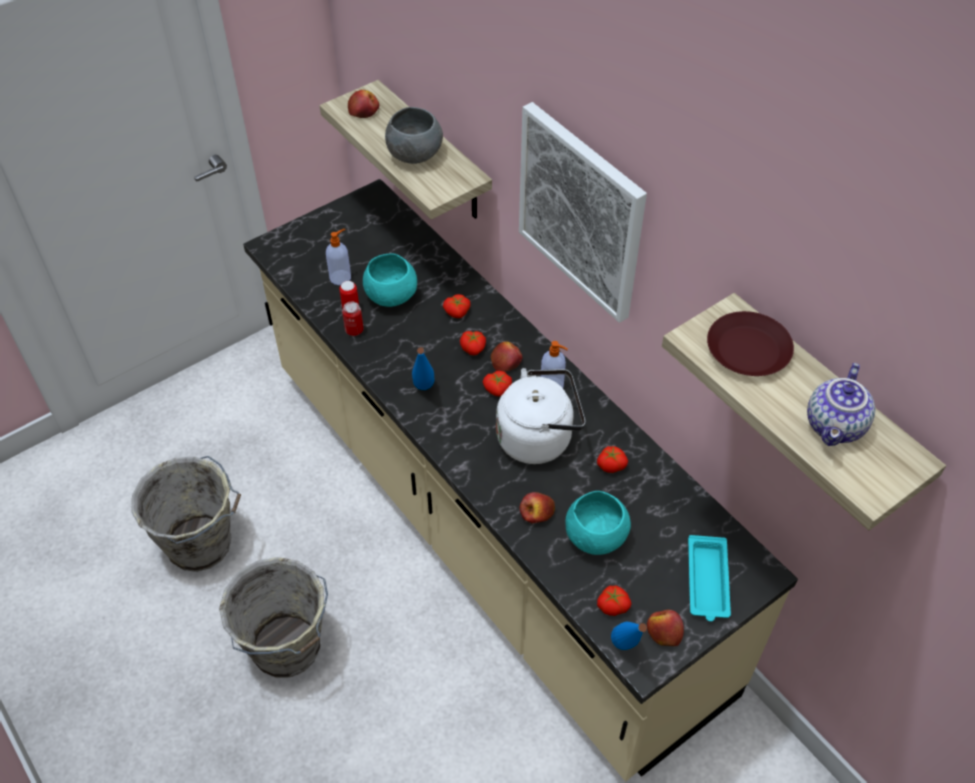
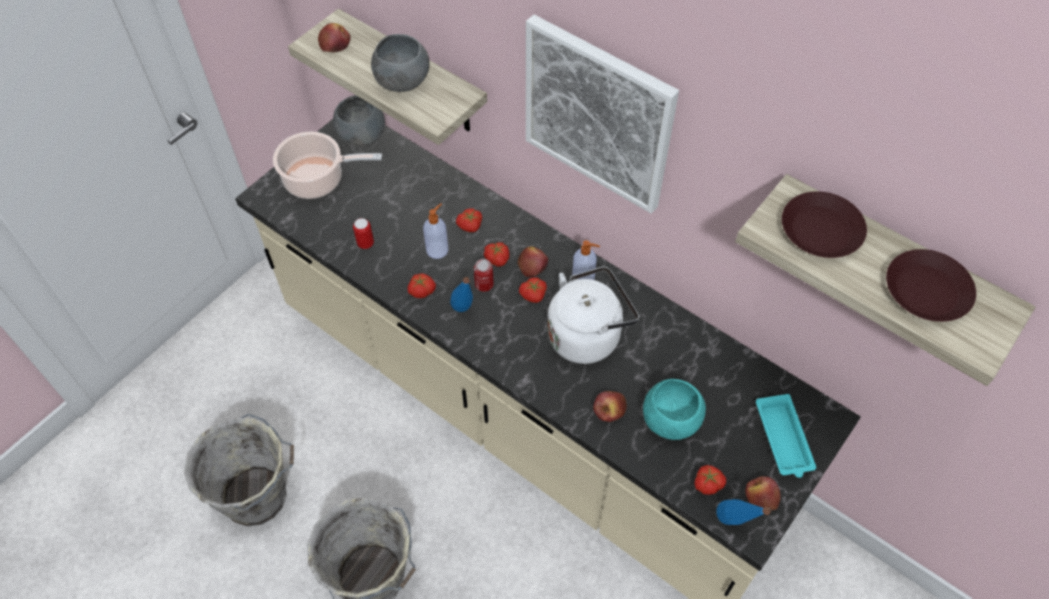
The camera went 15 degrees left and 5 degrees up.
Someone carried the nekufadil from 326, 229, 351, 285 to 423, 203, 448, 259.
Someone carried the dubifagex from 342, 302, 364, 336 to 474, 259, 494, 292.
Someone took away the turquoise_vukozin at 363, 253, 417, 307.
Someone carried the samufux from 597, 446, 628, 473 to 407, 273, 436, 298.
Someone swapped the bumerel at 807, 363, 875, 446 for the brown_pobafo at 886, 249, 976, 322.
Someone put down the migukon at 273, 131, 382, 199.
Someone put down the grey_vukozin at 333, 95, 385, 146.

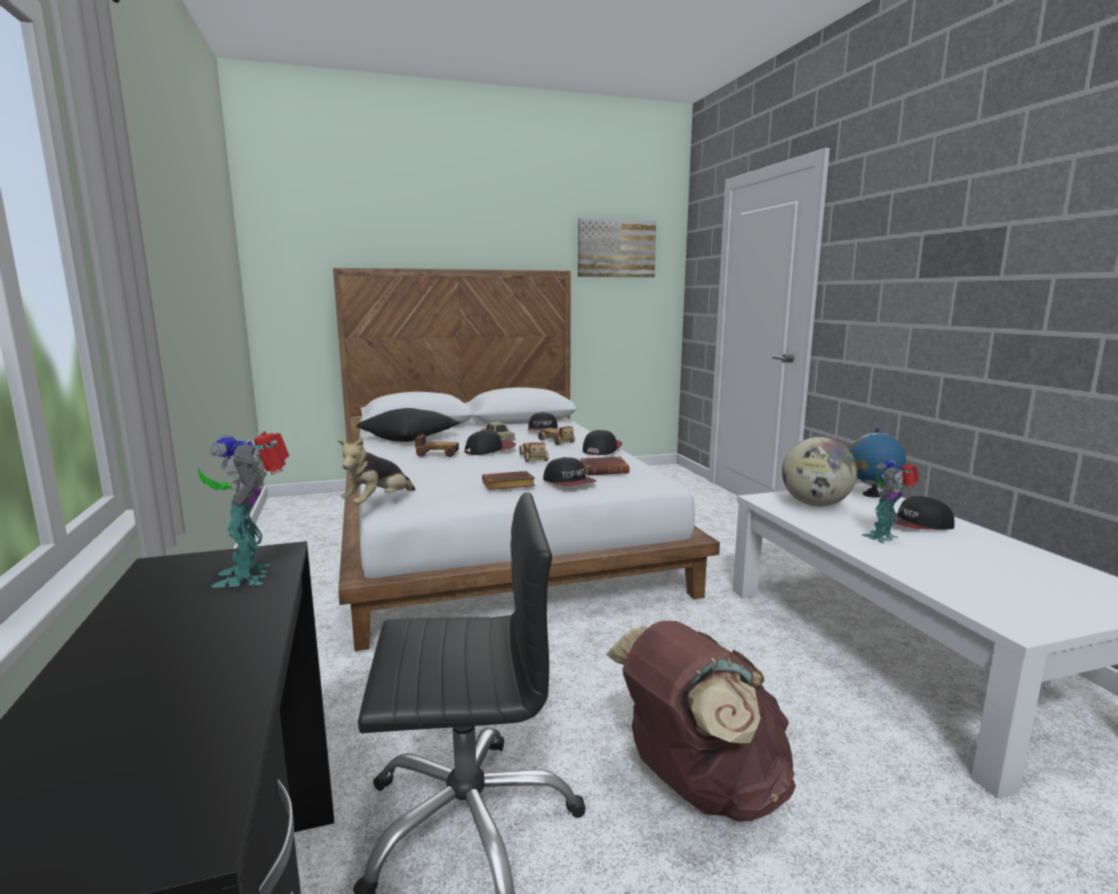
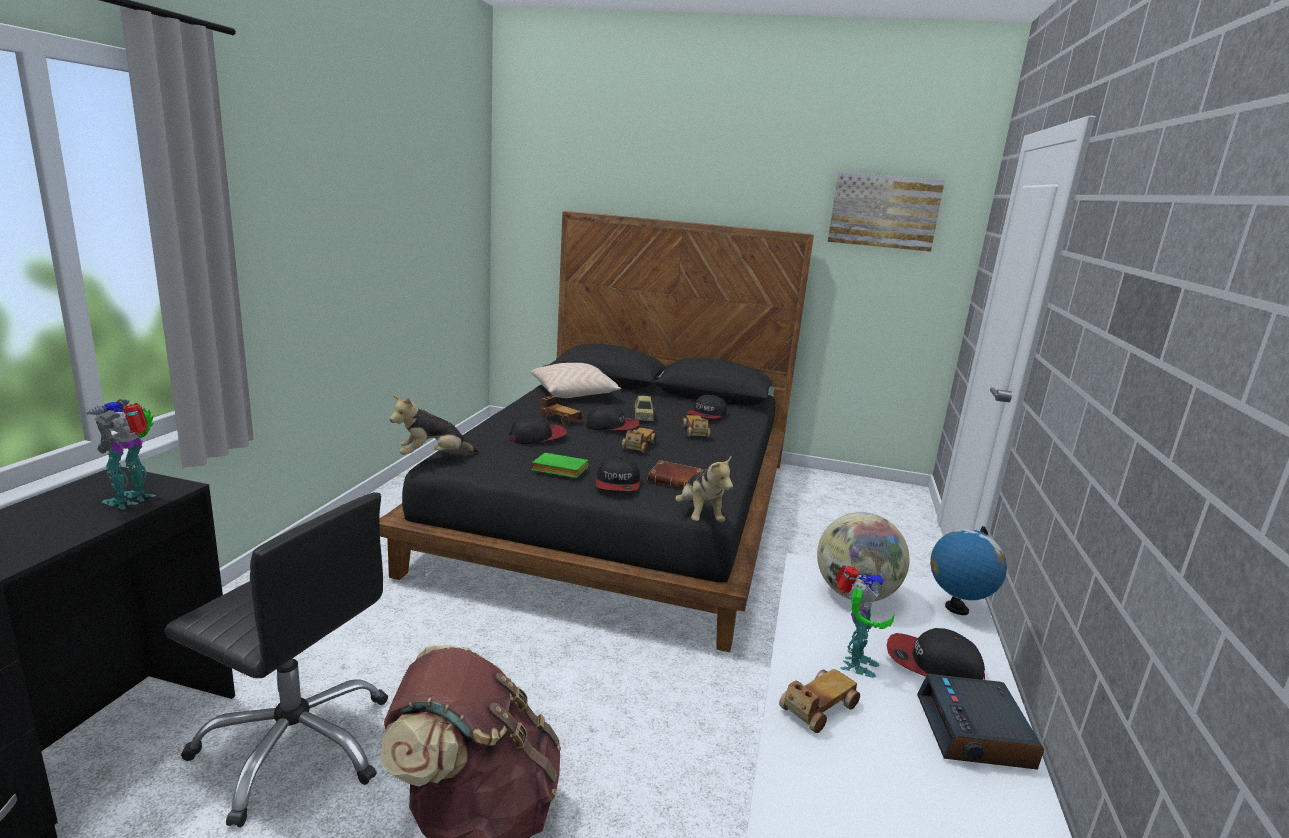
The camera went 30 degrees right and 5 degrees up.
Someone repainted the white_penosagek at 333, 268, 720, 651, which became the black_penosagek at 380, 211, 814, 652.
Someone repainted the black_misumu at 356, 408, 461, 442, which became the beige_misumu at 531, 363, 622, 398.
Someone repainted the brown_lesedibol at 482, 471, 535, 490, which became the green_lesedibol at 532, 453, 589, 478.
Someone carried the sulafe from 583, 430, 622, 455 to 509, 414, 567, 444.
Someone rotated the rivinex at 862, 460, 919, 543 by 120 degrees clockwise.
Someone put down the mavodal at 675, 456, 733, 522.
Someone put down the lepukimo at 779, 669, 860, 733.
Someone put down the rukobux at 917, 674, 1044, 770.

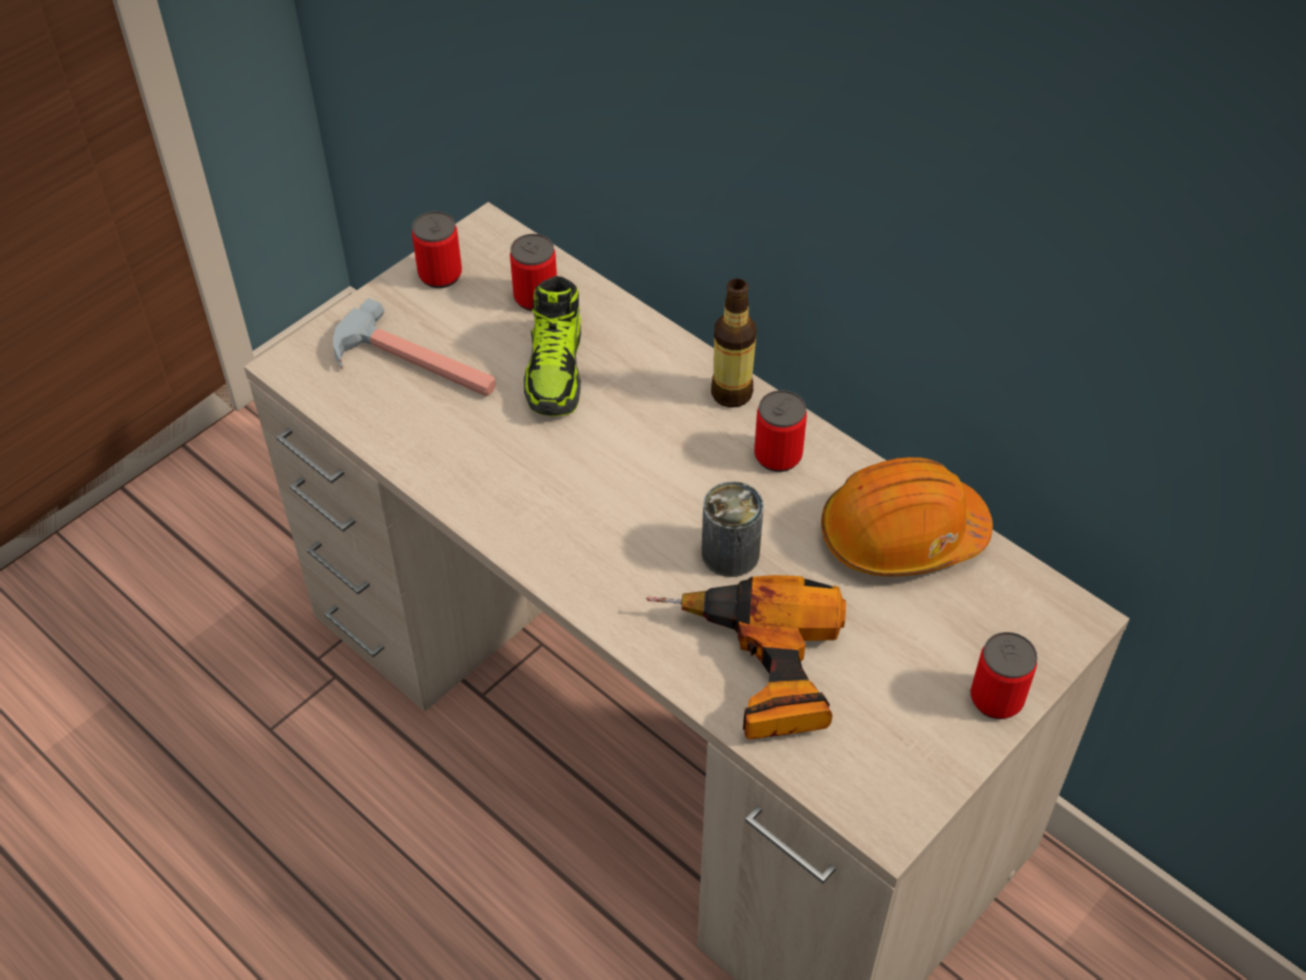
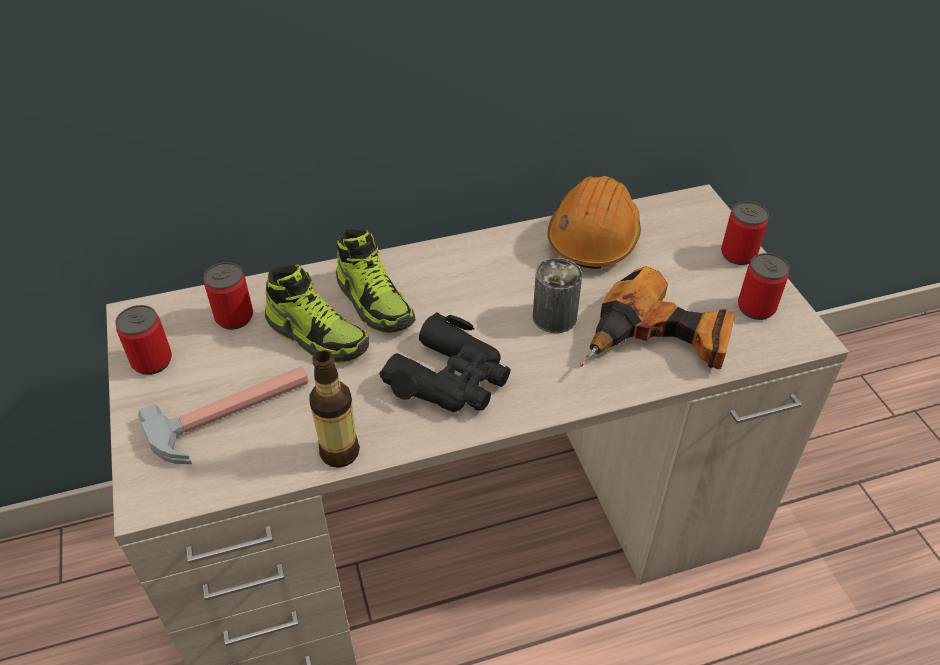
The camera went 60 degrees left and 5 degrees down.
Someone carried the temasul from 711, 278, 757, 408 to 309, 350, 360, 468.
Someone carried the dubifagex from 754, 390, 807, 472 to 738, 253, 789, 320.
Someone put down the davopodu at 336, 228, 416, 333.
Someone put down the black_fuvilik at 379, 312, 511, 412.

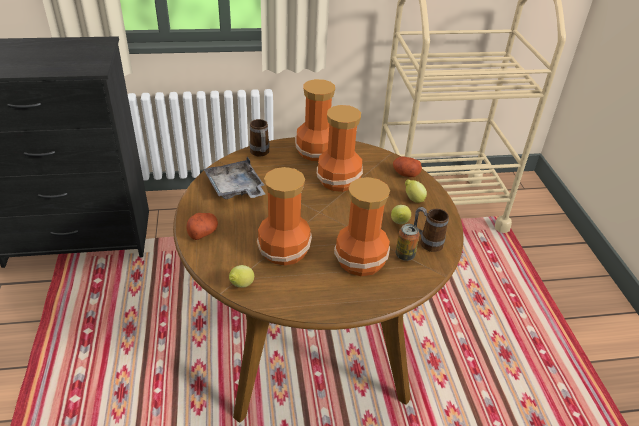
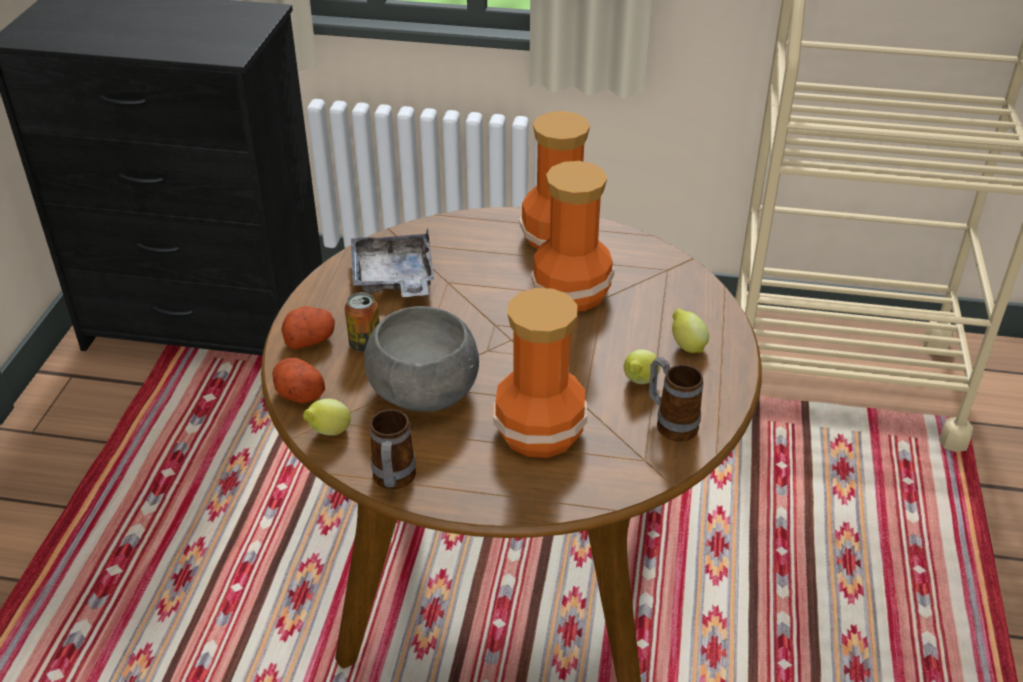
The camera went 20 degrees right and 0 degrees up.
Someone carried the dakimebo from 250, 119, 270, 156 to 370, 409, 416, 490.
Someone swapped the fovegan at 257, 167, 312, 266 for the grey_vukozin at 364, 306, 479, 412.
Someone carried the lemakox from 393, 156, 422, 177 to 272, 358, 325, 404.
Someone carried the dubifagex from 396, 224, 420, 261 to 345, 292, 379, 352.

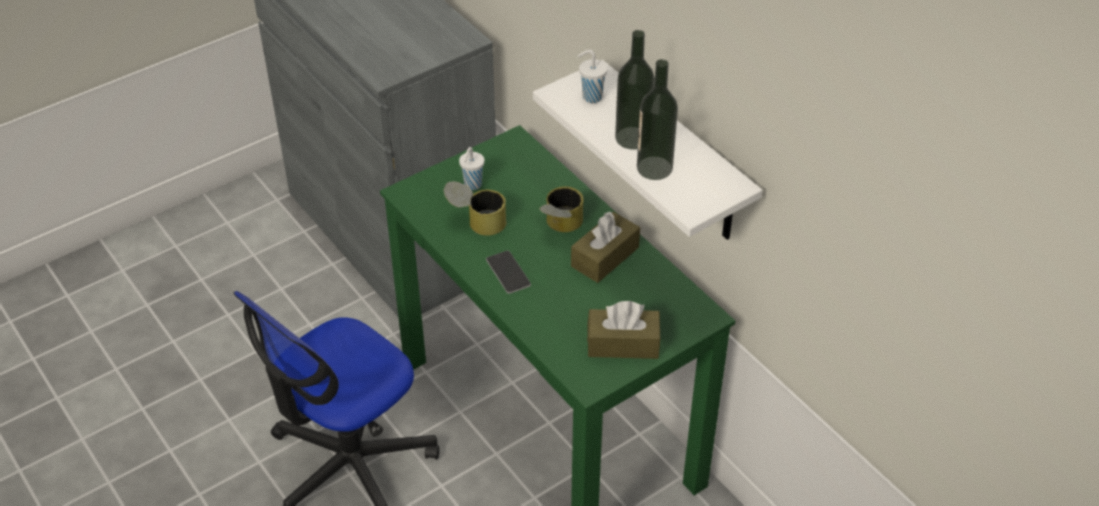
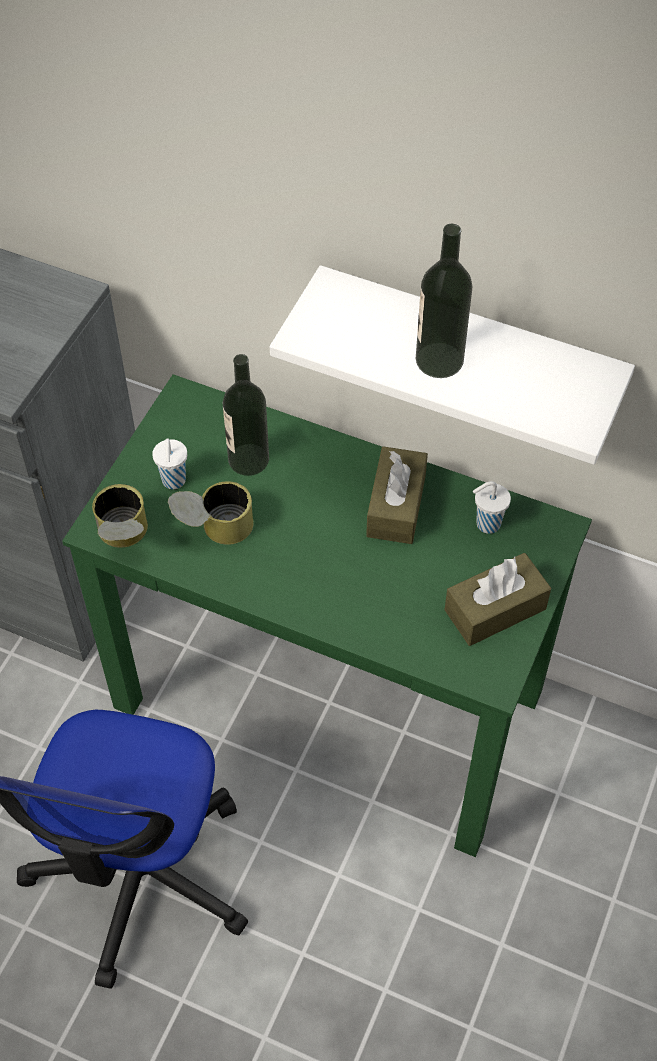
The camera went 30 degrees left and 10 degrees up.
Someone took away the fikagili at 486, 251, 531, 294.
Someone carried the dubifagex from 539, 186, 584, 232 to 92, 484, 148, 548.
Someone carried the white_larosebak from 578, 50, 608, 103 to 473, 481, 511, 534.
Someone carried the temasul from 637, 59, 678, 180 to 223, 354, 269, 476.

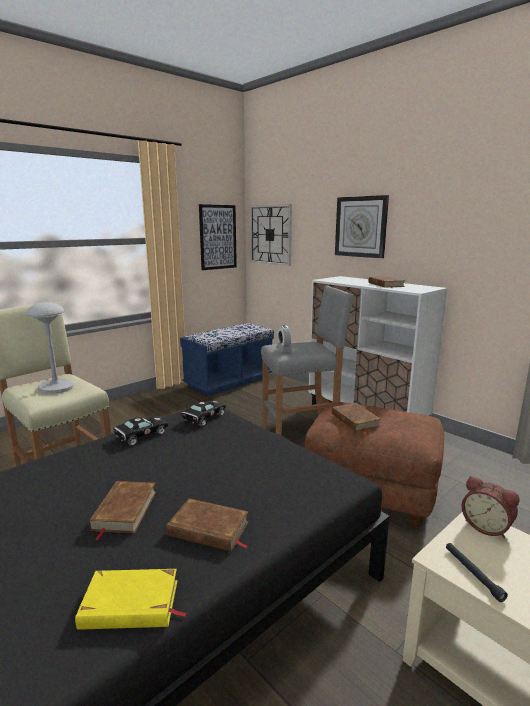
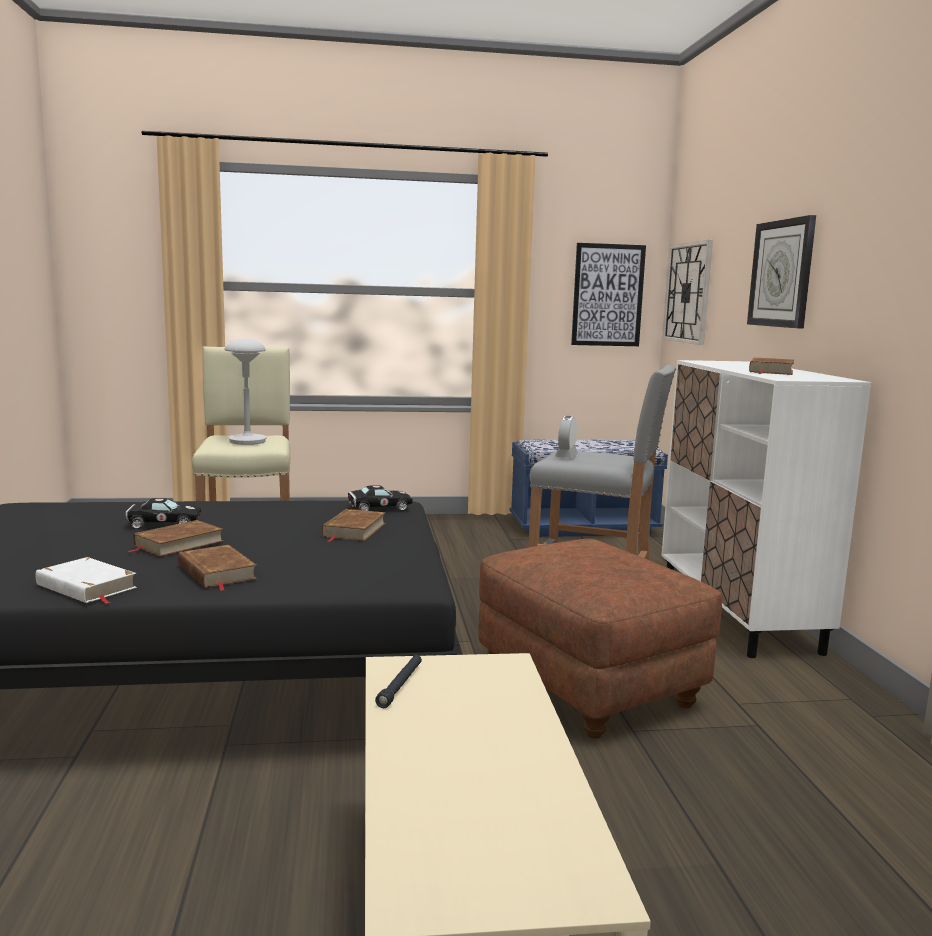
The camera went 35 degrees right and 5 degrees down.
Someone repainted the yellow_lesedibol at 75, 569, 187, 630, which became the white_lesedibol at 36, 557, 137, 604.
Someone carried the black_lepukimo from 114, 417, 168, 446 to 125, 498, 201, 529.
Someone carried the brown_lesedibol from 332, 403, 381, 434 to 322, 509, 386, 542.
Someone took away the rukobux at 462, 476, 519, 539.

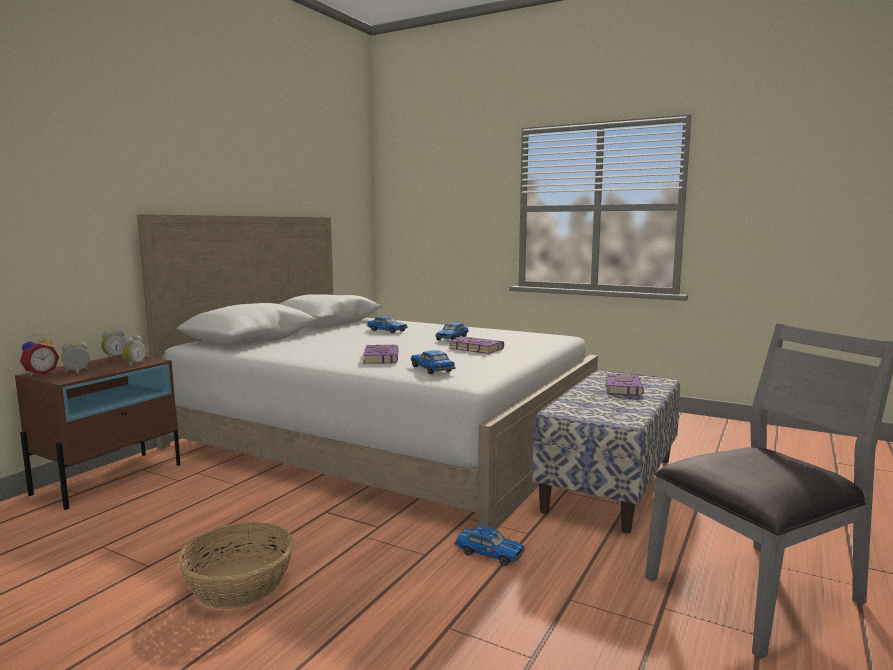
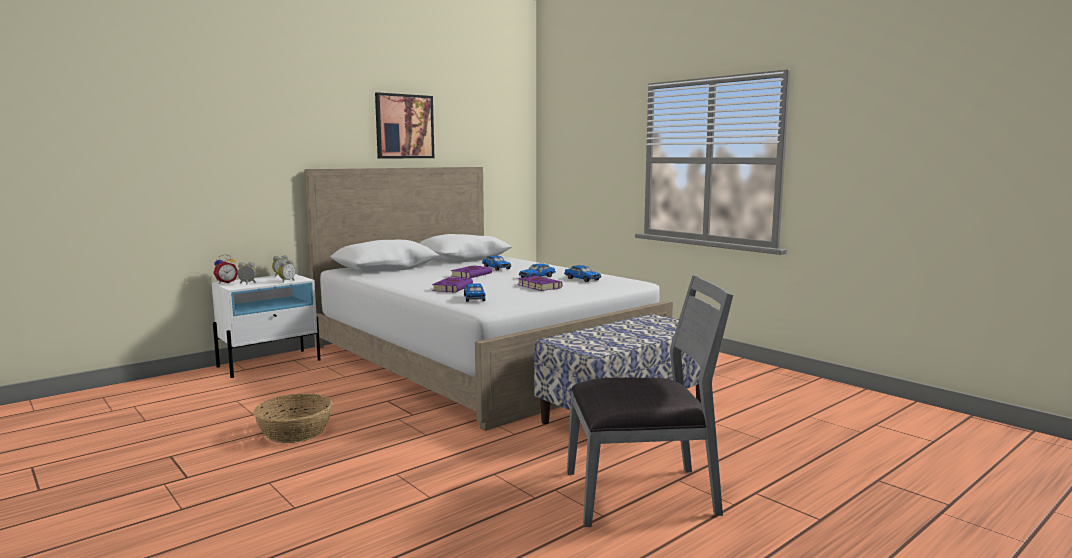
The camera went 20 degrees right and 0 degrees up.
Someone repainted the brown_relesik at 15, 355, 180, 510, which became the white_relesik at 212, 274, 321, 378.
Someone carried the lepukimo from 454, 526, 525, 566 to 564, 265, 602, 282.
Someone carried the purple_lesedibol from 606, 373, 644, 396 to 451, 265, 492, 278.
Someone put up the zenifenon at 375, 92, 434, 158.

